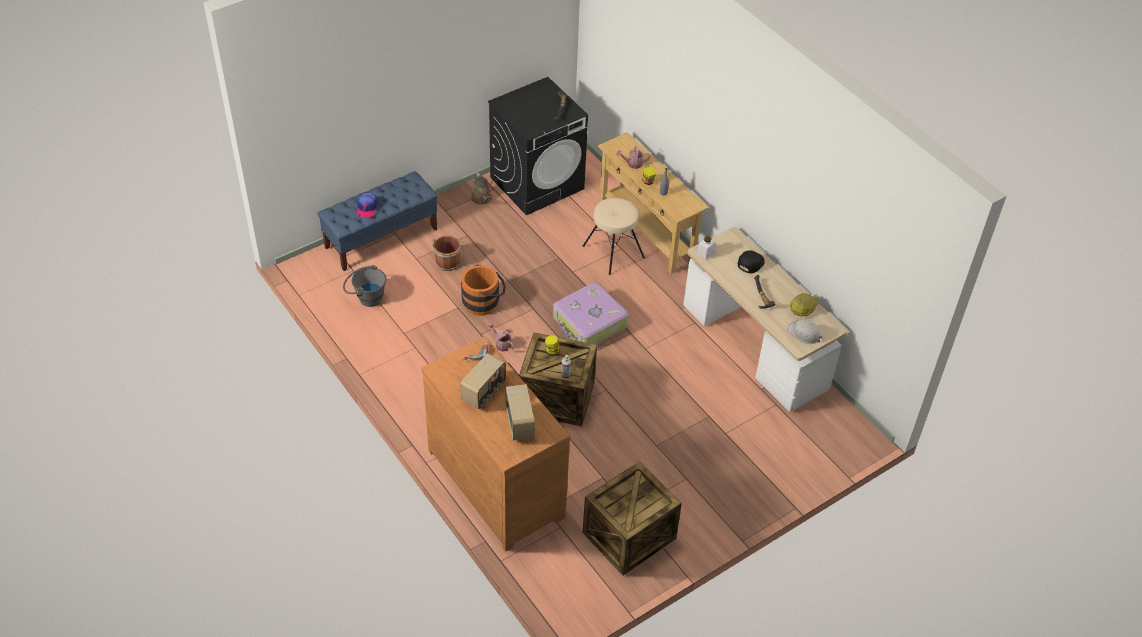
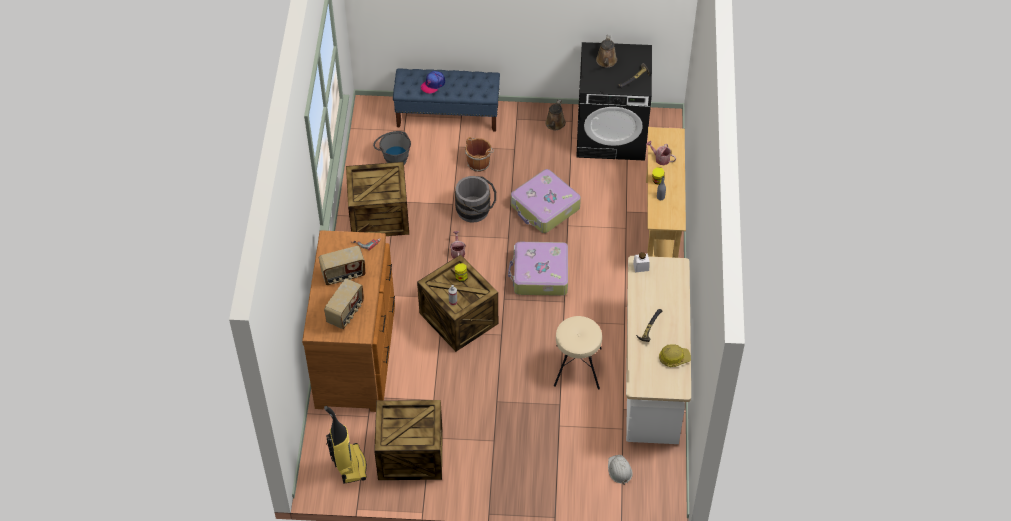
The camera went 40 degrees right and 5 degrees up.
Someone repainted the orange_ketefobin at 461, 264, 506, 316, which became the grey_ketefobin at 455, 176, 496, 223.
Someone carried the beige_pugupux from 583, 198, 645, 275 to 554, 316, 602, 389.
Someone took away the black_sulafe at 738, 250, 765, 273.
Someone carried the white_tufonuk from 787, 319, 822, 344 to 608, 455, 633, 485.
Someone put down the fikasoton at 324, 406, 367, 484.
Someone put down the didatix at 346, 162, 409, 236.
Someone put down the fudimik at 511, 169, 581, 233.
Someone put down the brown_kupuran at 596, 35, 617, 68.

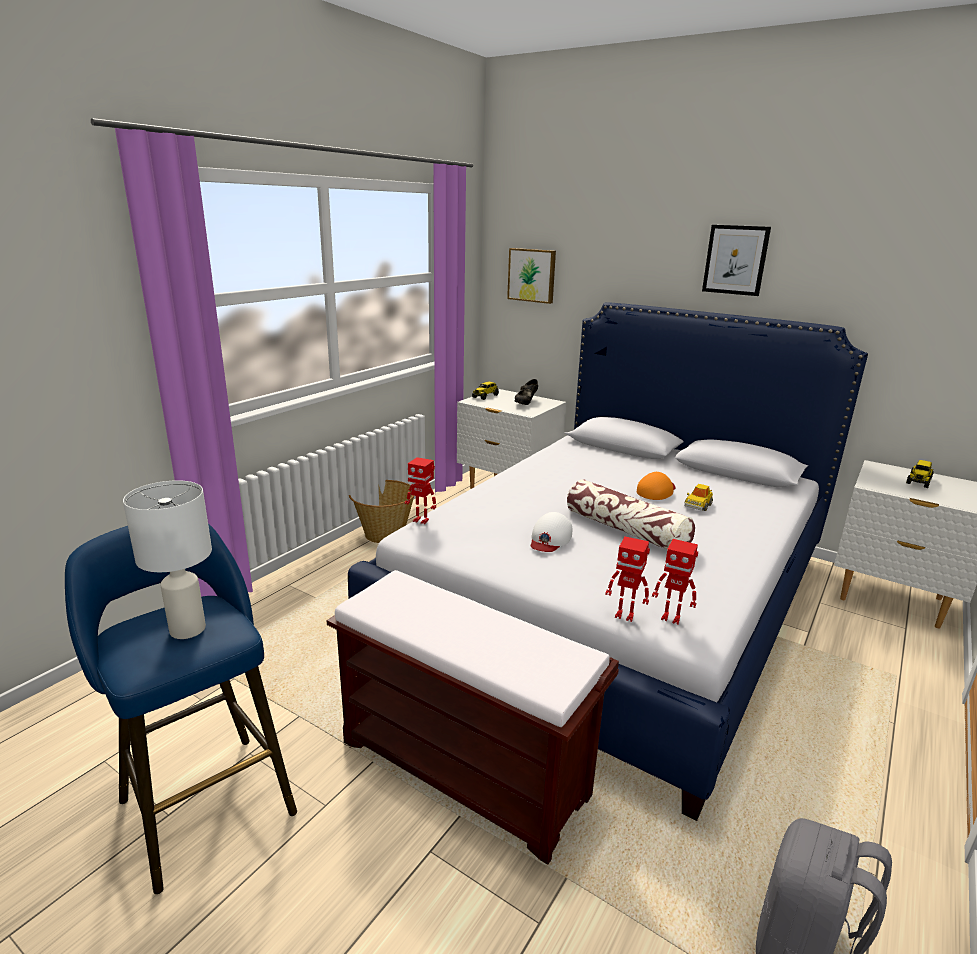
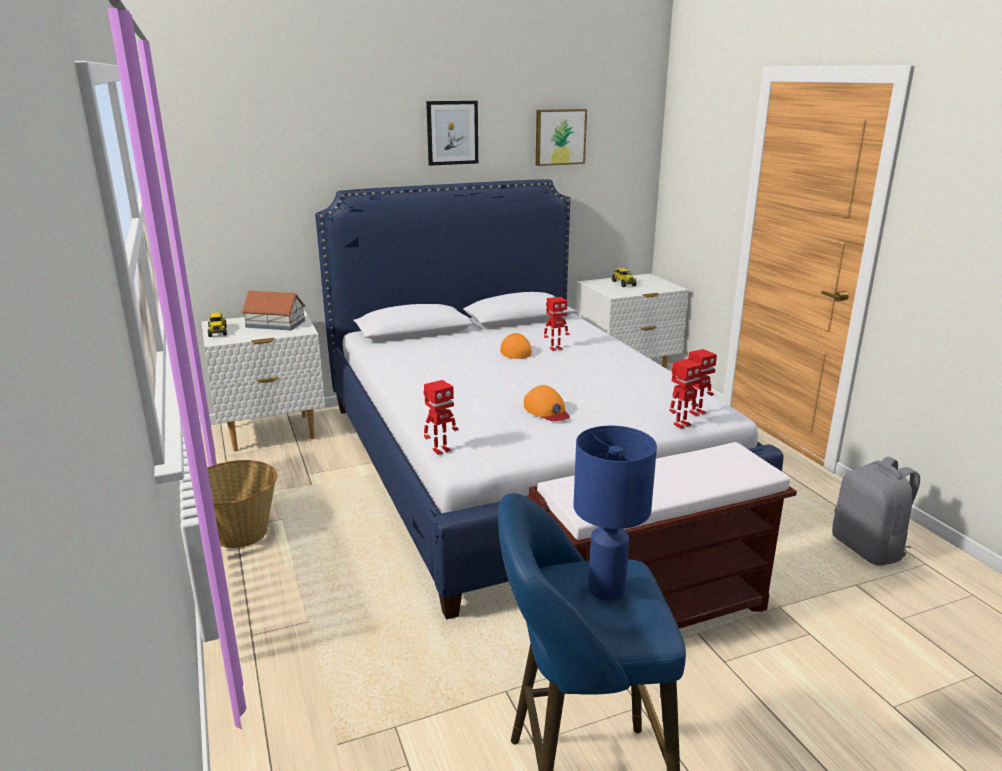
The camera went 55 degrees left and 0 degrees up.
Someone repainted the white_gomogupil at 123, 480, 212, 639, which became the blue_gomogupil at 573, 426, 657, 601.
Someone carried the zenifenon from 507, 248, 556, 304 to 536, 109, 587, 166.
Someone swapped the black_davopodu at 515, 379, 538, 405 for the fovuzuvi at 242, 291, 306, 331.
Someone repainted the white_sulafe at 531, 512, 572, 552, which became the orange_sulafe at 524, 385, 570, 421.
Someone took away the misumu at 567, 479, 695, 549.
Someone swapped the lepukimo at 684, 484, 713, 511 for the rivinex at 544, 297, 570, 351.

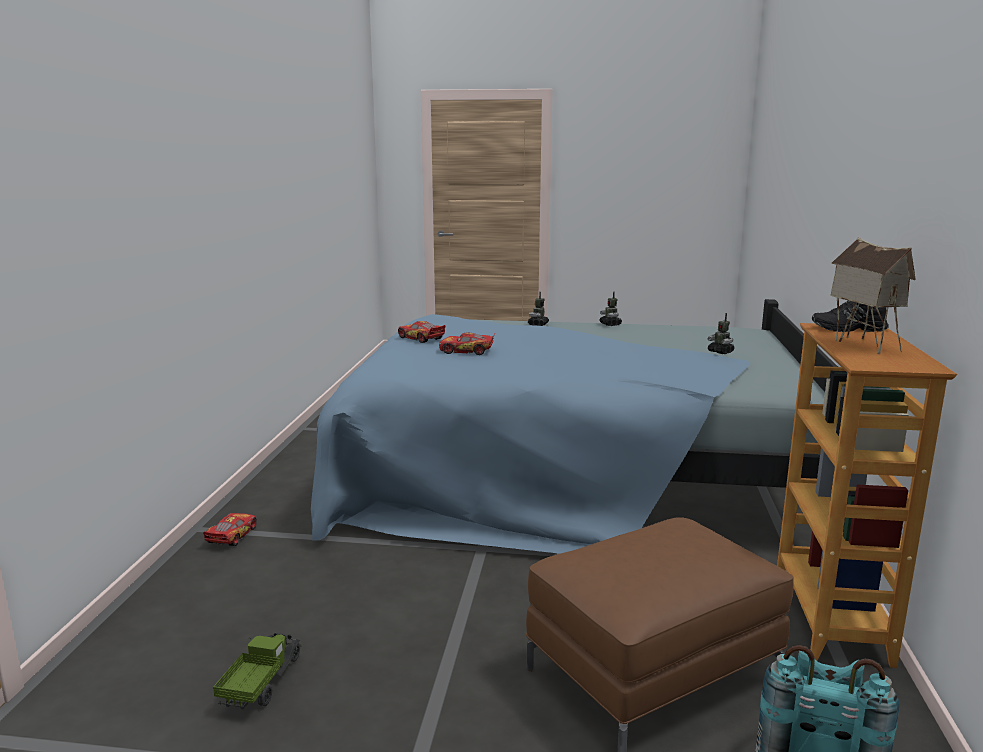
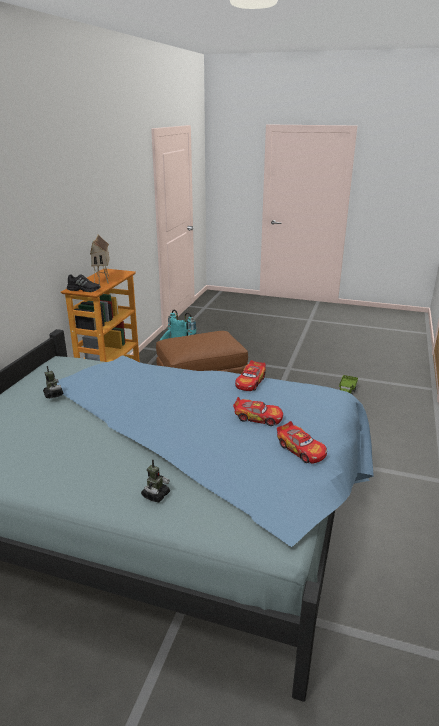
The camera went 170 degrees left and 10 degrees up.
Someone carried the lepukimo from 203, 513, 257, 546 to 235, 360, 266, 391.
Someone took away the rivinex at 599, 291, 622, 326.

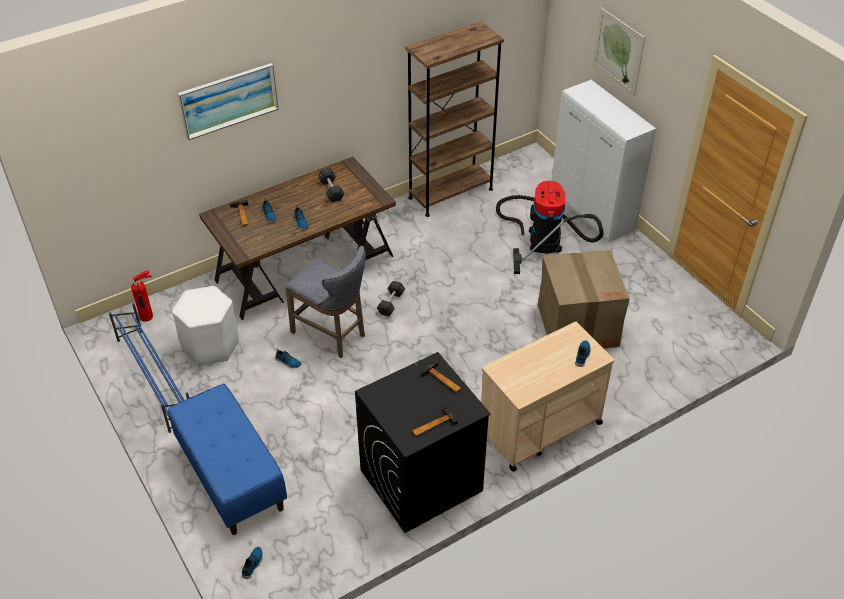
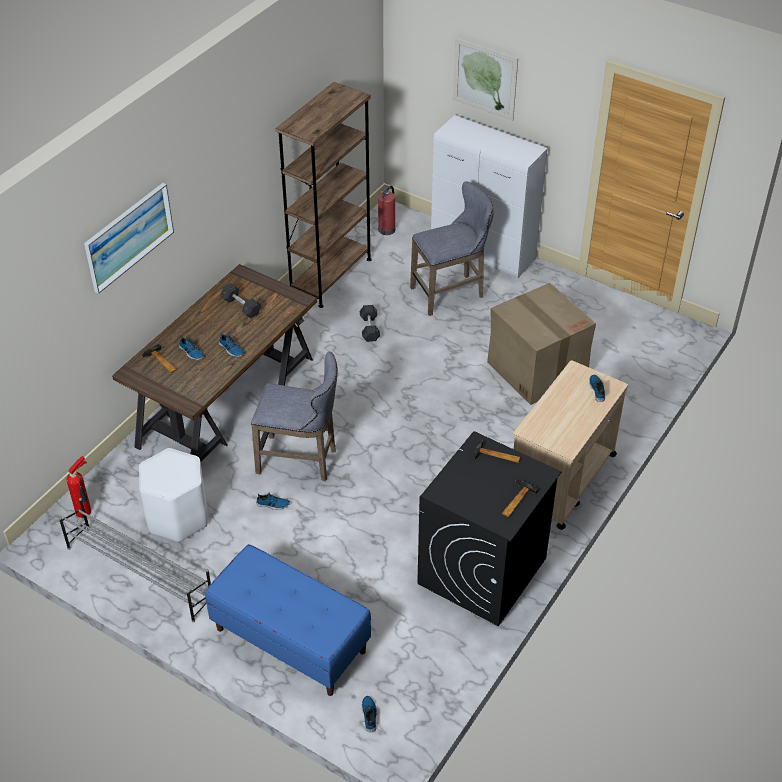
The camera went 25 degrees left and 0 degrees up.
Someone repainted the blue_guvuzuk at 109, 303, 189, 433, which became the grey_guvuzuk at 59, 498, 211, 622.
Someone carried the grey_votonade from 377, 281, 405, 317 to 360, 305, 380, 342.
Someone swapped the fikasoton at 496, 181, 604, 274 for the grey_pugupux at 410, 181, 494, 316.
Someone put down the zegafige at 378, 186, 395, 235.

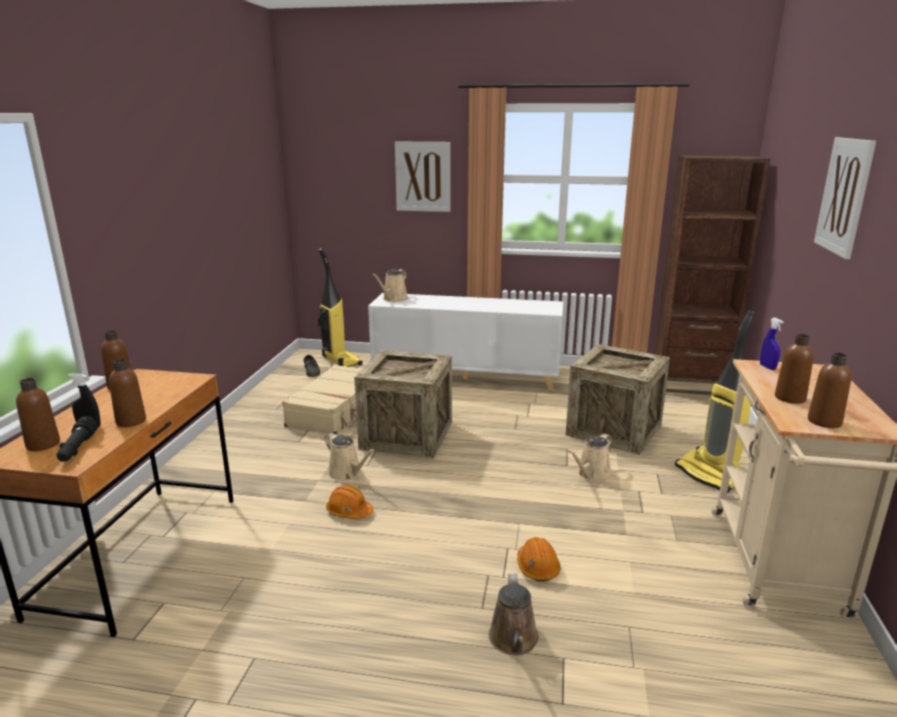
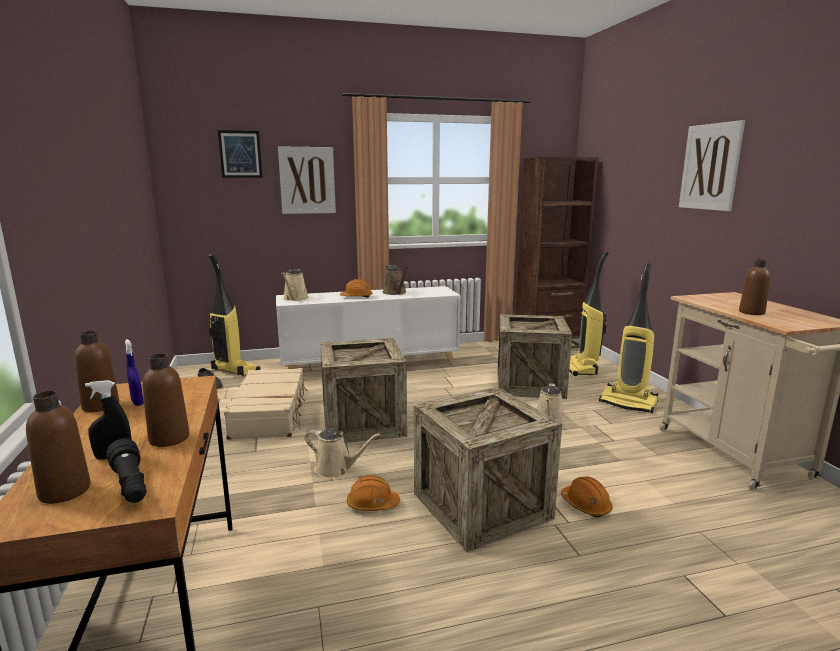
The camera went 25 degrees left and 5 degrees down.
Someone carried the brown_kupuran from 489, 573, 539, 655 to 383, 265, 408, 295.
Someone carried the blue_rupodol from 760, 318, 784, 370 to 125, 339, 144, 406.
Someone took away the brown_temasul at 808, 353, 851, 428.
Someone put up the zenifenon at 218, 130, 263, 178.
Someone put down the orange_tufonuk at 340, 279, 372, 298.
Someone put down the didatix at 414, 387, 562, 552.
Someone put down the fikasoton at 569, 251, 609, 376.

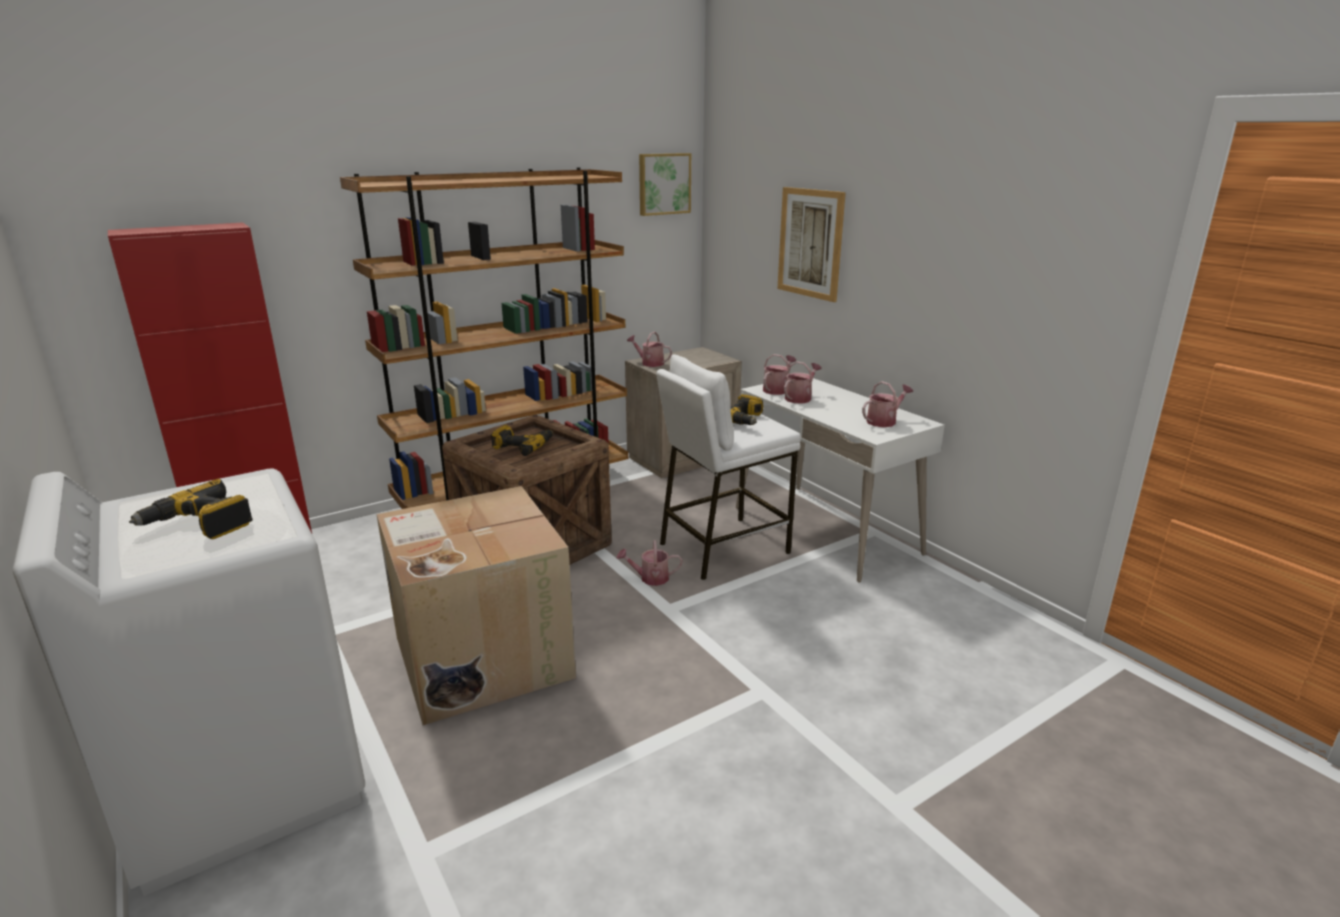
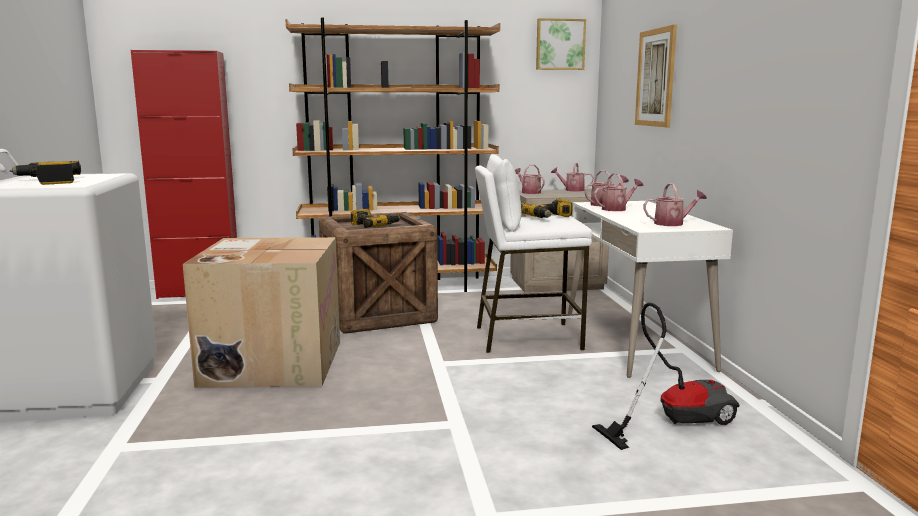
The camera went 25 degrees right and 10 degrees down.
Someone carried the kupuran from 617, 540, 682, 586 to 551, 163, 594, 192.
Someone put down the fikasoton at 592, 302, 739, 450.

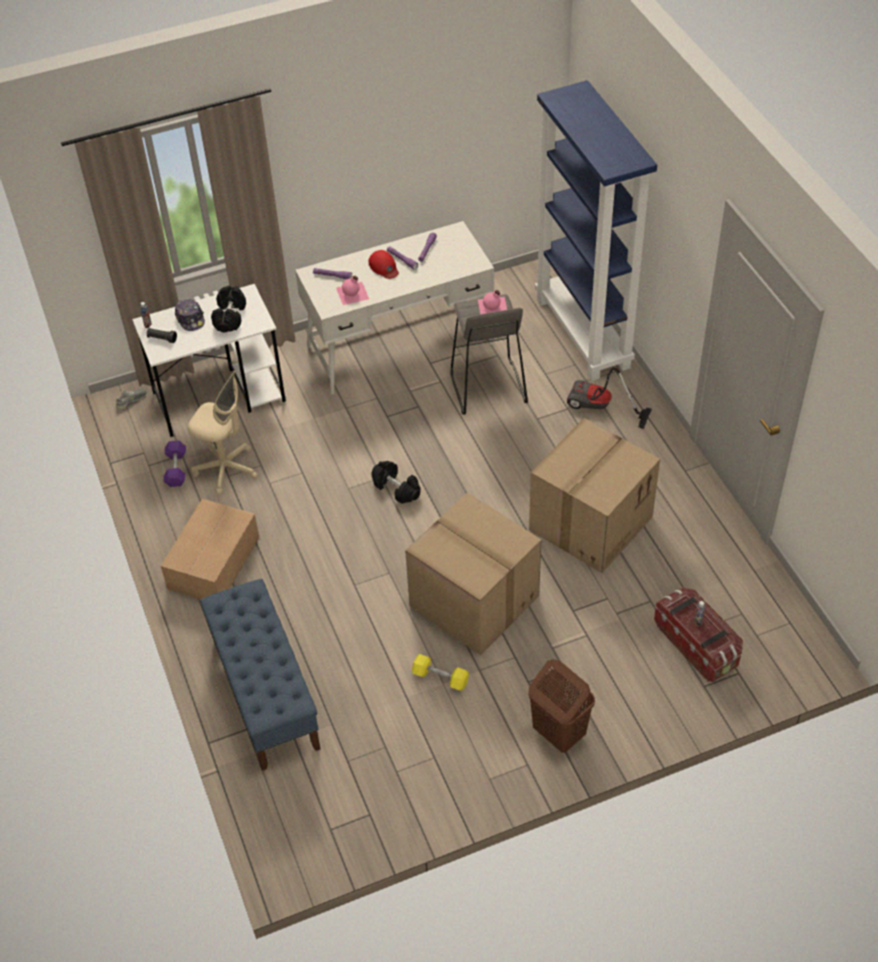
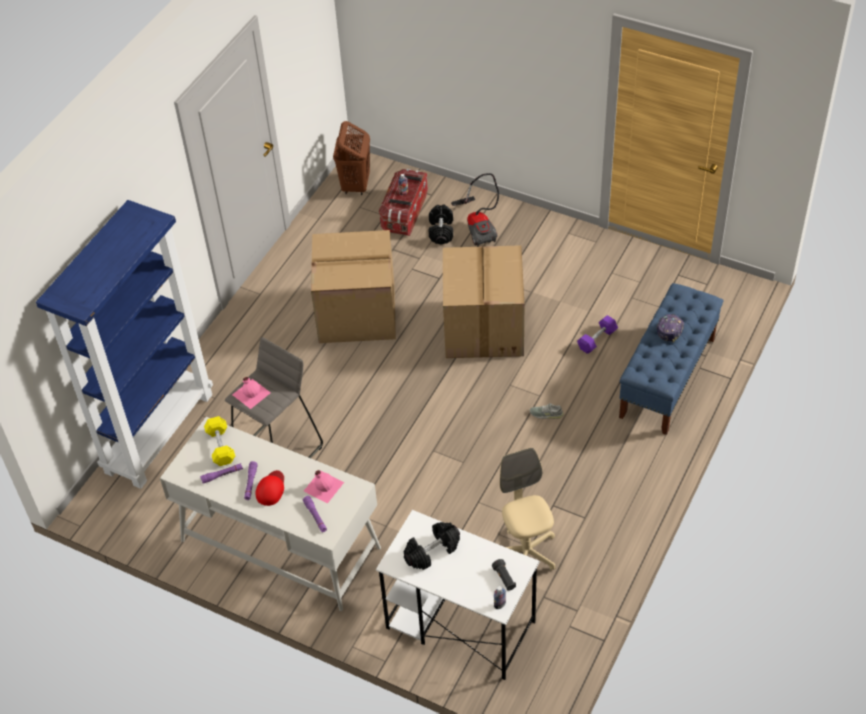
The camera went 130 degrees left and 0 degrees up.
Someone carried the grey_davopodu from 116, 389, 146, 410 to 530, 403, 564, 419.
Someone took away the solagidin at 161, 499, 259, 599.
Someone carried the purple_votonade from 164, 441, 186, 487 to 577, 315, 618, 354.
Someone carried the sulafe from 175, 299, 205, 331 to 656, 314, 684, 342.
Someone carried the black_votonade from 372, 461, 421, 504 to 429, 205, 453, 244.
Someone carried the yellow_votonade from 412, 654, 469, 691 to 204, 416, 235, 466.
Someone carried the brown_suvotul from 528, 659, 595, 753 to 333, 121, 370, 195.
Someone carried the fikasoton from 567, 367, 652, 429 to 451, 173, 499, 247.

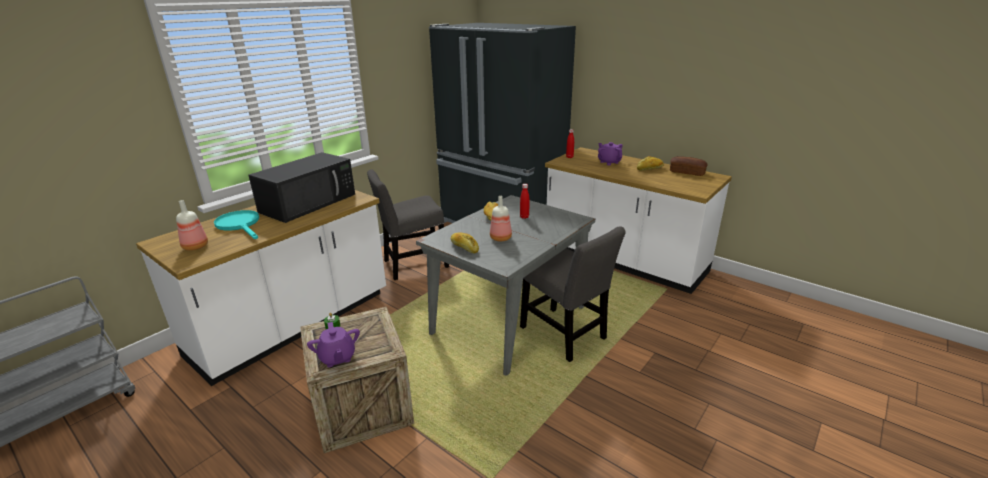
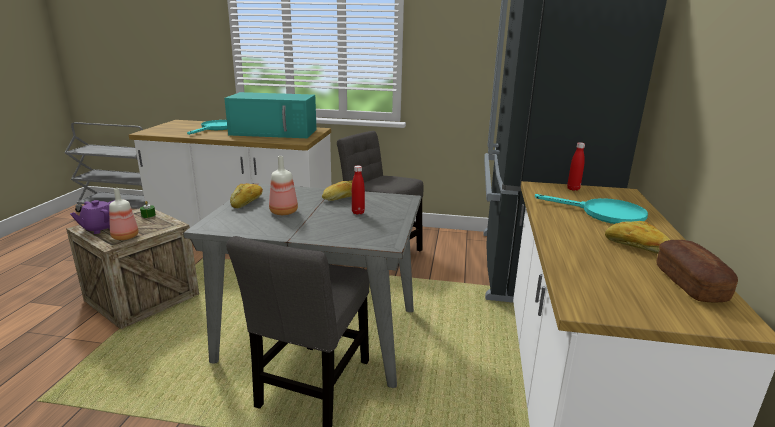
The camera went 60 degrees right and 5 degrees down.
Someone carried the temasul from 176, 200, 208, 251 to 109, 188, 139, 240.
Someone repainted the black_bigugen at 248, 152, 355, 223, which became the turquoise_bigugen at 224, 92, 317, 138.
Someone swapped the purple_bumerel at 598, 142, 623, 165 for the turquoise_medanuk at 535, 194, 648, 224.

